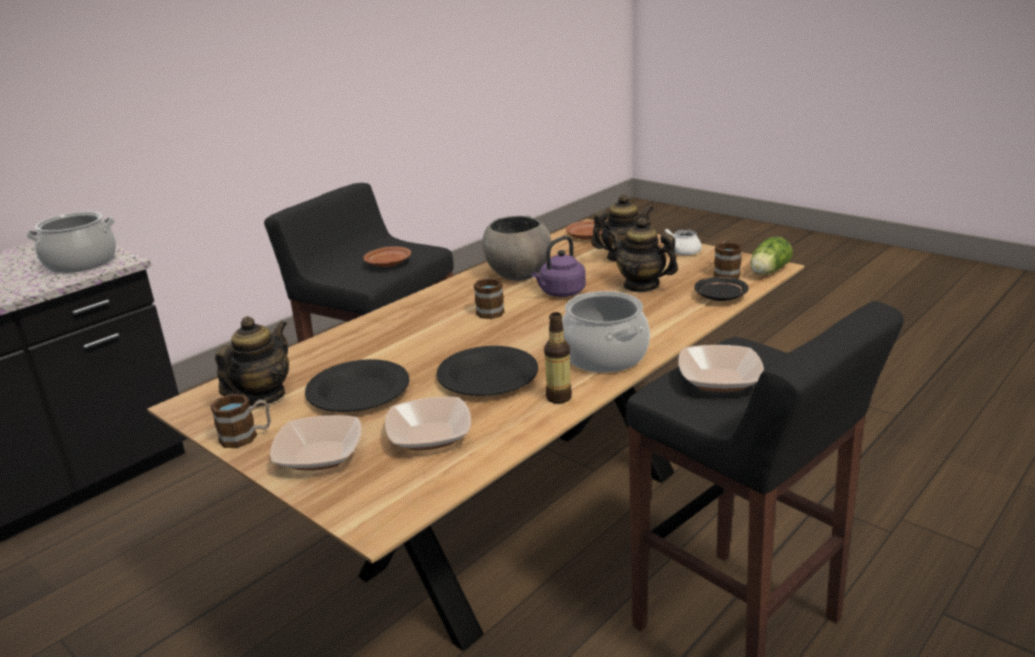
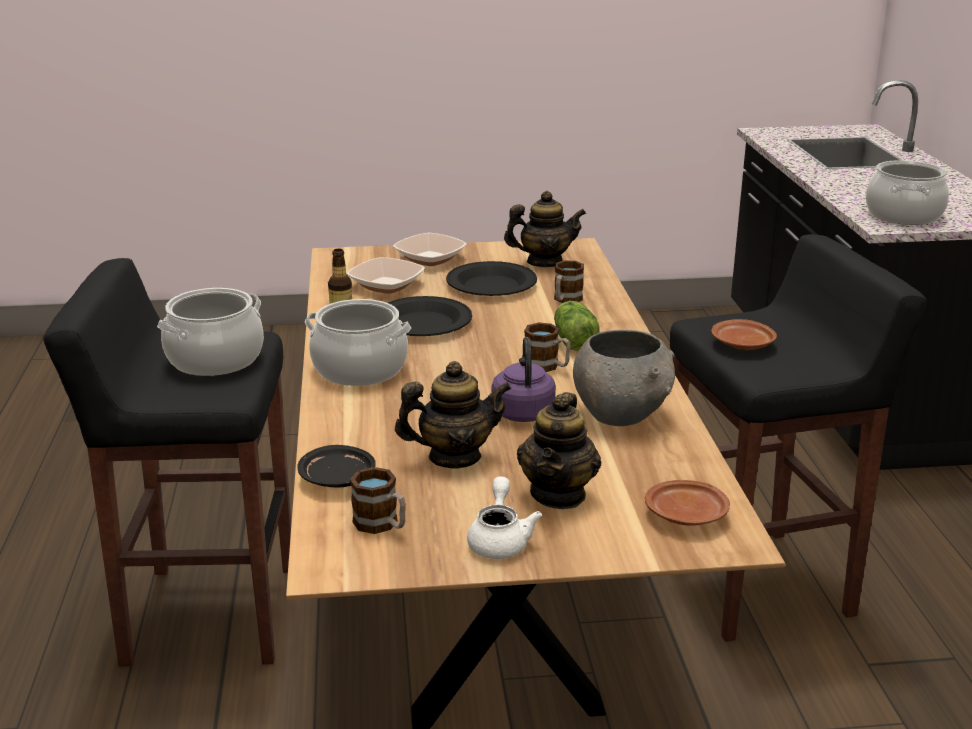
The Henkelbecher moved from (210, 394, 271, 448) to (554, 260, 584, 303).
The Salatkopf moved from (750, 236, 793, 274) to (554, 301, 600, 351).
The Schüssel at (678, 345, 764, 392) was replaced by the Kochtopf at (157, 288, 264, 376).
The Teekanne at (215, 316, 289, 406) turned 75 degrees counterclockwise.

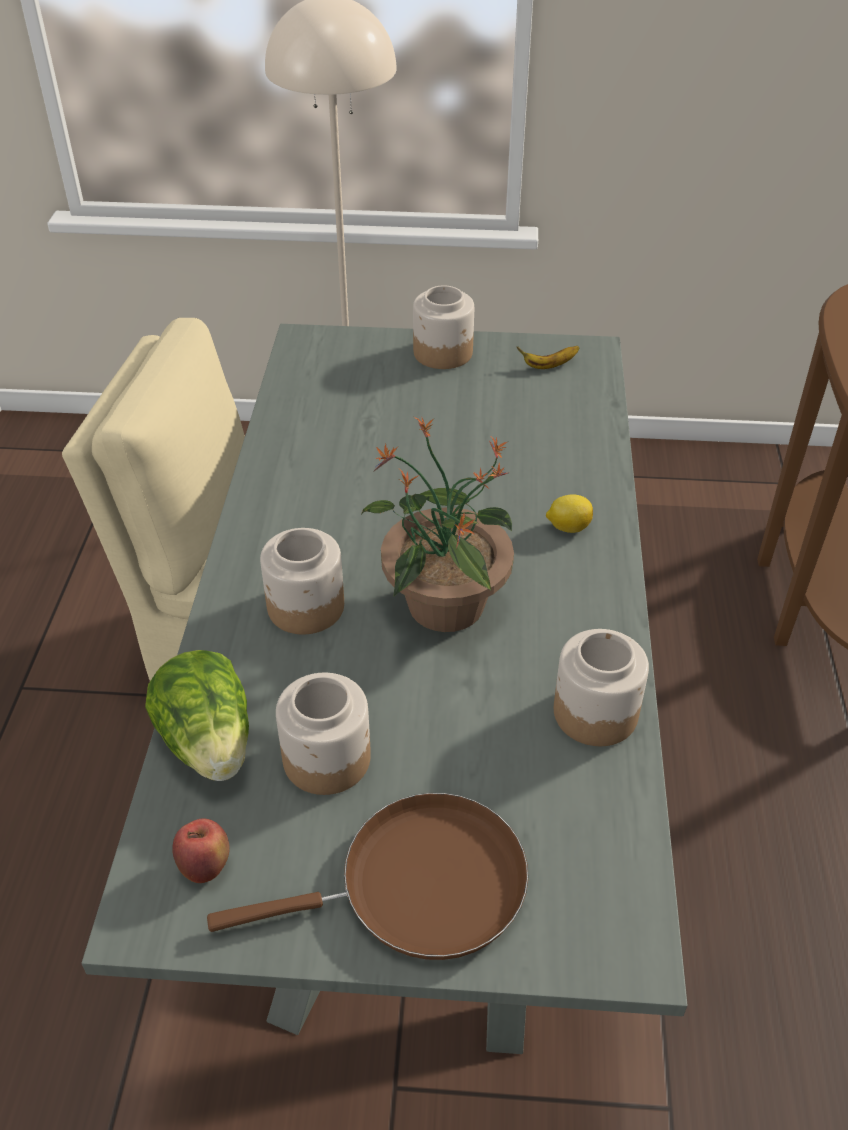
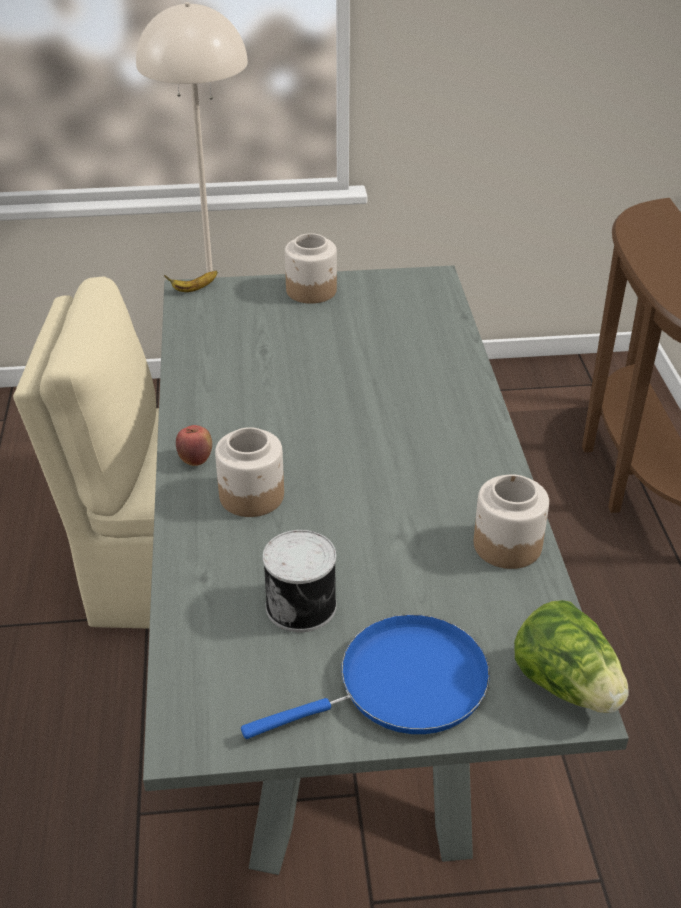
The Topfpflanze at (361, 416, 514, 632) disappeared.
The Zitrone at (546, 494, 593, 533) disappeared.
The Salatkopf moved from (145, 650, 249, 781) to (514, 600, 629, 713).
The Apfel moved from (172, 819, 230, 883) to (176, 425, 212, 466).
The Banane moved from (517, 346, 579, 369) to (164, 271, 218, 292).
The Vorratsglas at (276, 673, 371, 795) was replaced by the Dose at (263, 530, 337, 632).
The Pfanne (braun) at (207, 793, 528, 960) became the Pfanne (blau) at (241, 614, 490, 739).

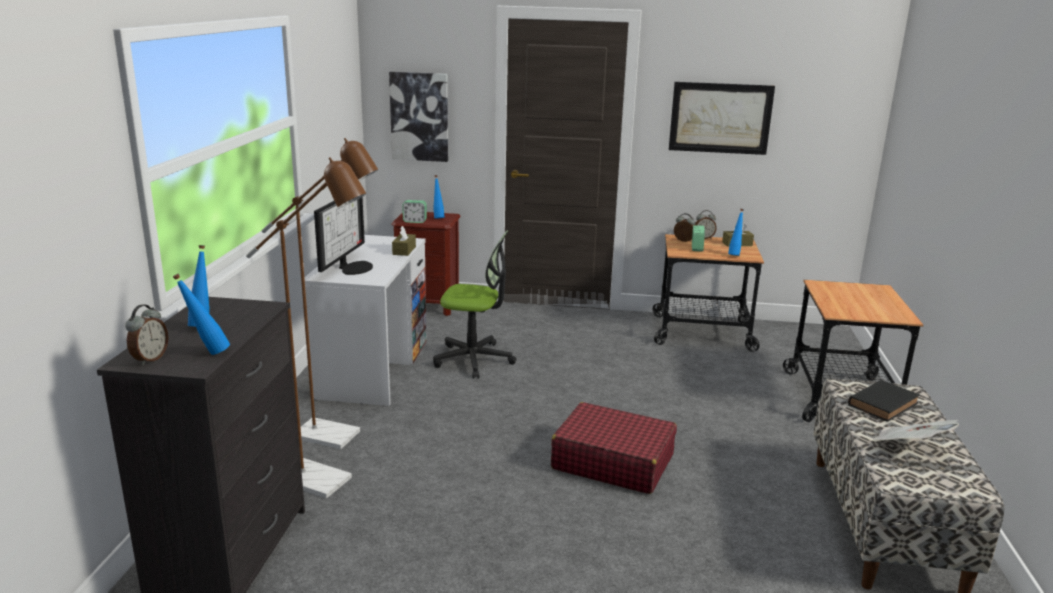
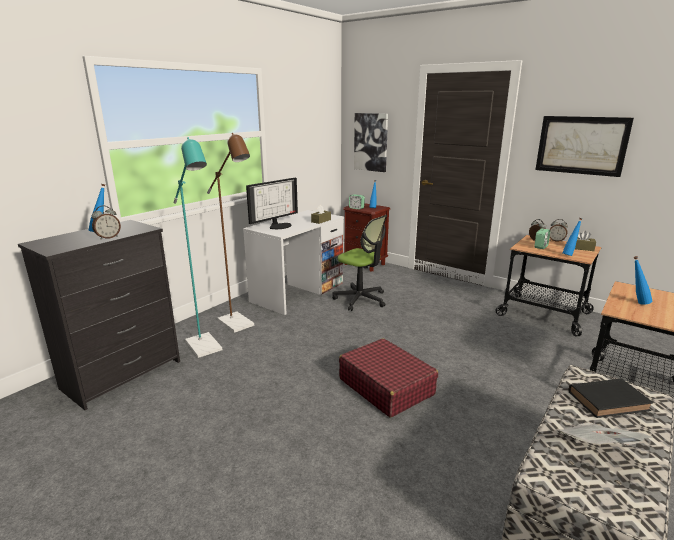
The Wecker moved from (125, 305, 168, 365) to (92, 205, 121, 240).
The Flasche (blau) moved from (173, 274, 230, 355) to (634, 256, 652, 305).
The Stehlampe (braun) at (246, 157, 366, 499) became the Stehlampe (türkis) at (174, 137, 222, 358).

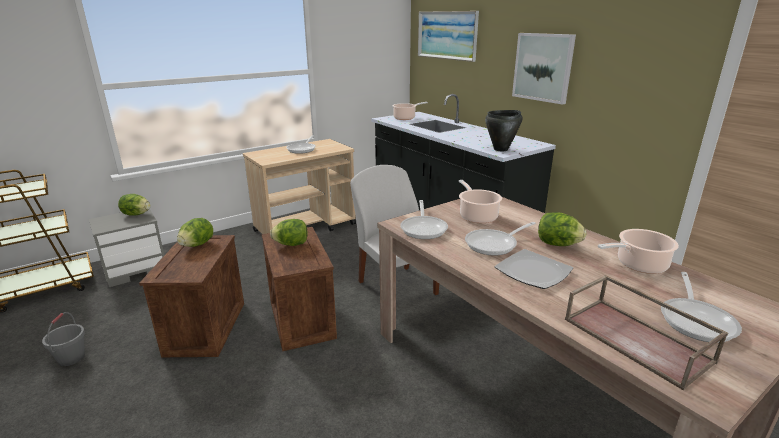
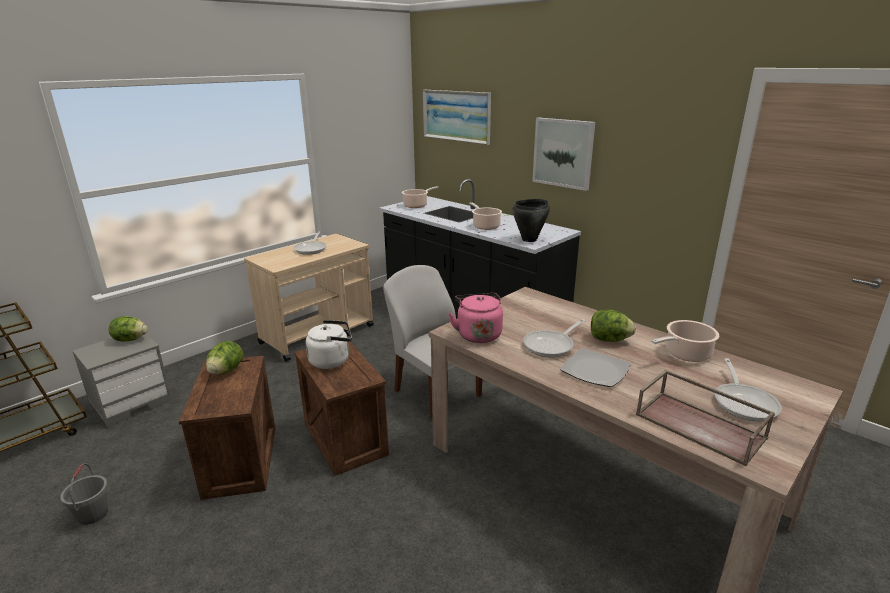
The Kochtopf moved from (459, 180, 502, 223) to (469, 202, 502, 230).
The Salatkopf at (270, 219, 307, 246) was replaced by the Wasserkessel (weiß) at (306, 320, 352, 369).
The Pfanne at (400, 200, 448, 239) was replaced by the Wasserkessel (rosa) at (448, 293, 503, 343).

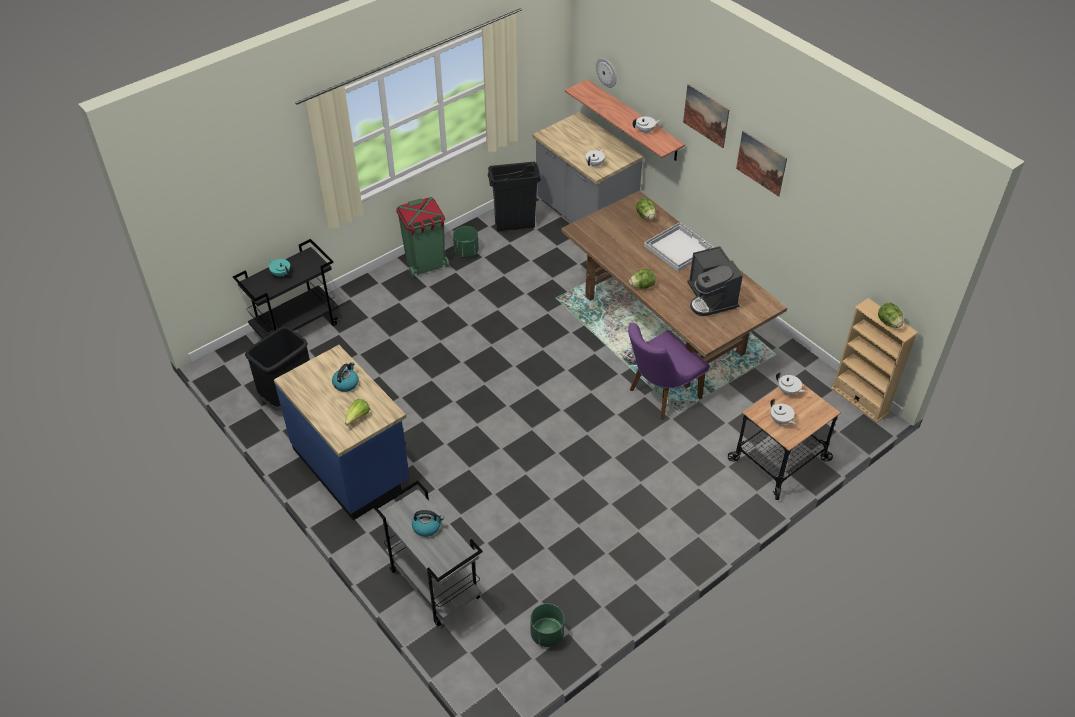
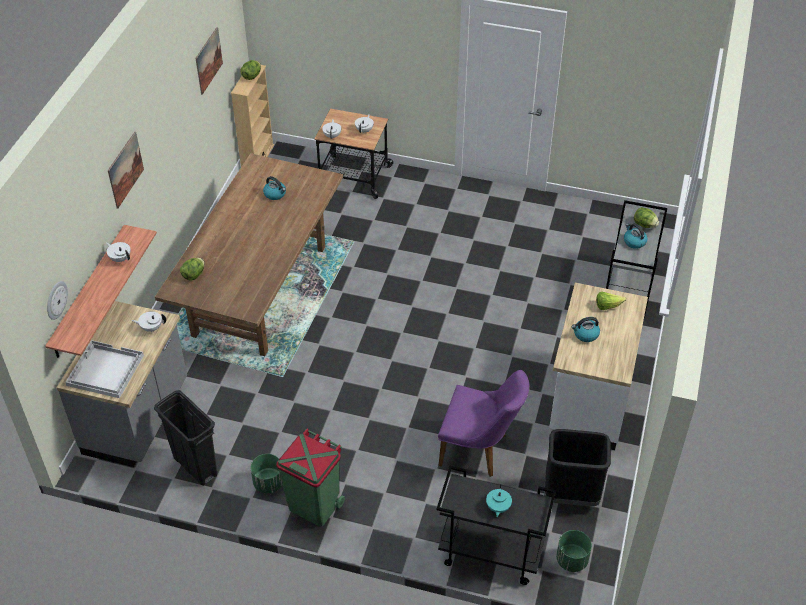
The Pflanzkübel (grün) moved from (530, 603, 564, 647) to (556, 530, 592, 572).
The Stuhl (lila) moved from (628, 323, 710, 420) to (438, 370, 529, 477).
The Salatkopf moved from (629, 269, 656, 289) to (634, 207, 659, 228).
The Tablett (weiß) moved from (644, 222, 714, 272) to (65, 340, 144, 398).
The Bild moved from (736, 131, 787, 197) to (195, 27, 223, 95).
The Kaffeemaschine at (687, 246, 743, 316) was replaced by the Wasserkessel at (263, 176, 286, 200).
The Küchenzeile (blau) at (274, 345, 410, 521) became the Küchenzeile (weiß) at (549, 283, 648, 450).

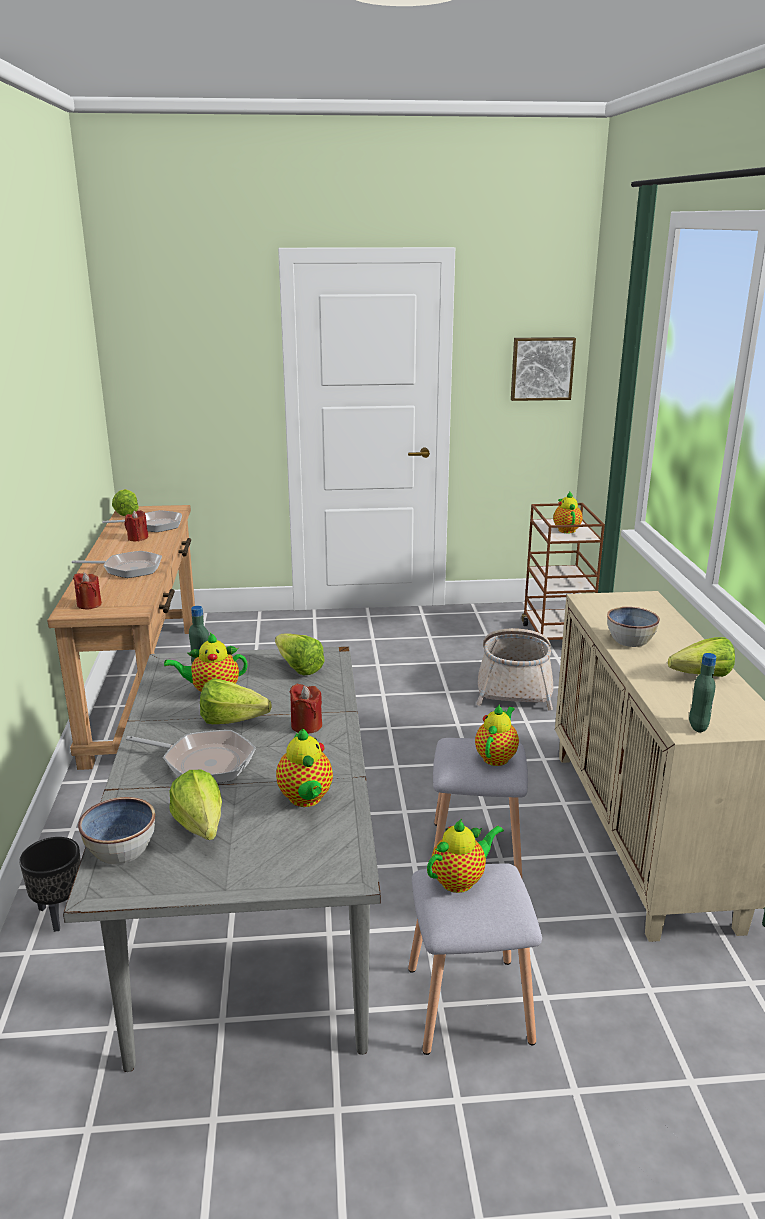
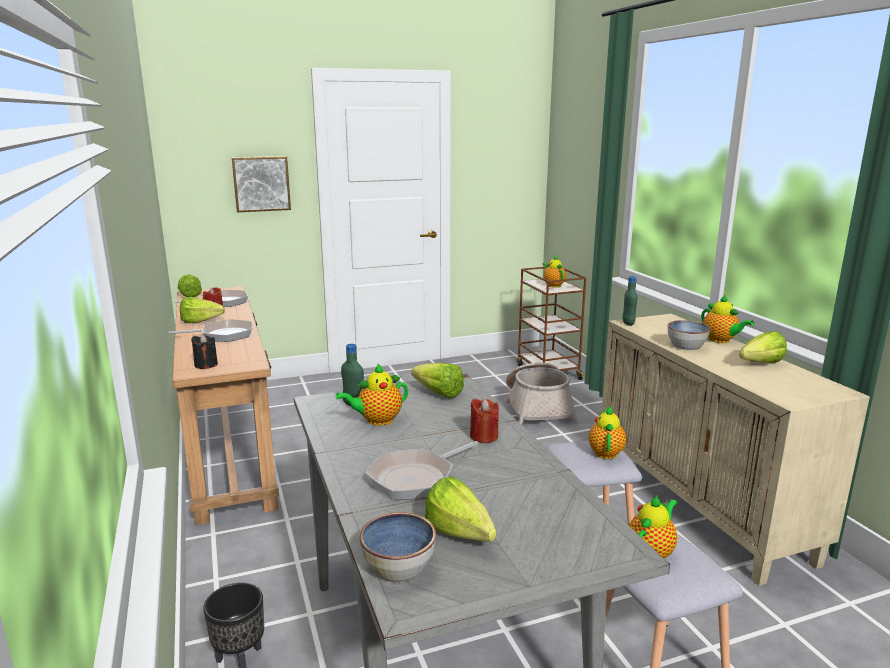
The Salatkopf moved from (200, 679, 271, 724) to (180, 297, 225, 323).
The Teekanne moved from (276, 729, 333, 807) to (701, 295, 754, 343).
The Bild moved from (511, 337, 576, 401) to (232, 156, 291, 212).
The Flasche (grün) moved from (689, 653, 717, 733) to (622, 276, 637, 326).
The Kerze (rot) at (73, 573, 102, 609) became the Kerze (schwarz) at (191, 334, 218, 369).
The Pfanne at (126, 730, 256, 783) turned 135 degrees clockwise.

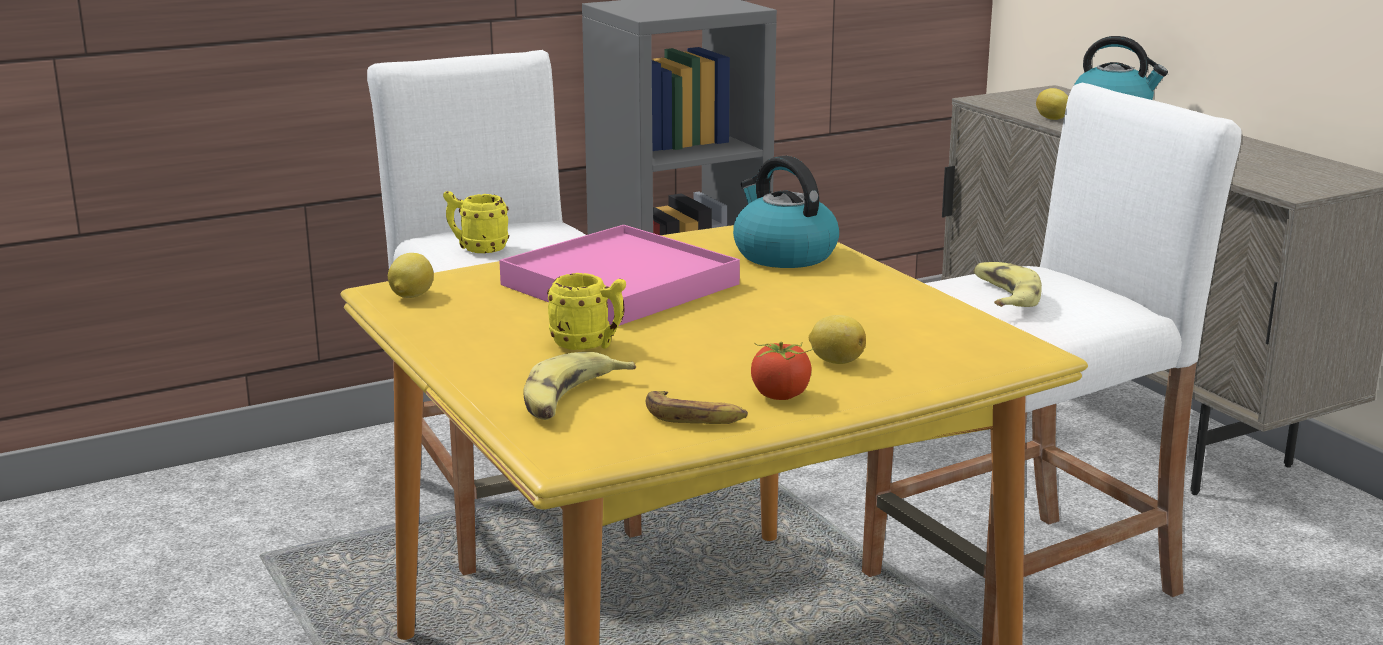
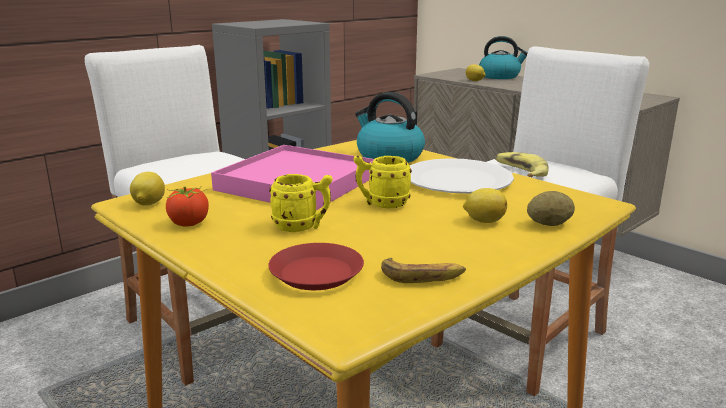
The Teller (weiß) at (410, 158, 514, 194) appeared.
The Kartoffel at (527, 191, 575, 226) appeared.
The Henkelbecher (gelb) moved from (443, 191, 509, 253) to (353, 156, 412, 209).
The Tomate moved from (751, 342, 813, 400) to (166, 186, 209, 226).
The Banane at (523, 352, 636, 420) was replaced by the Teller (rot) at (268, 243, 364, 290).

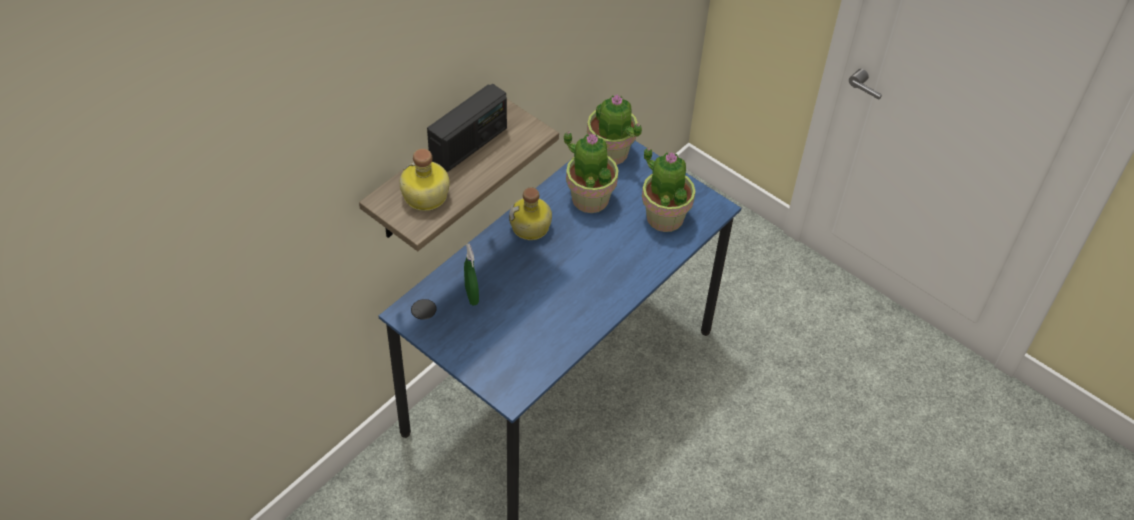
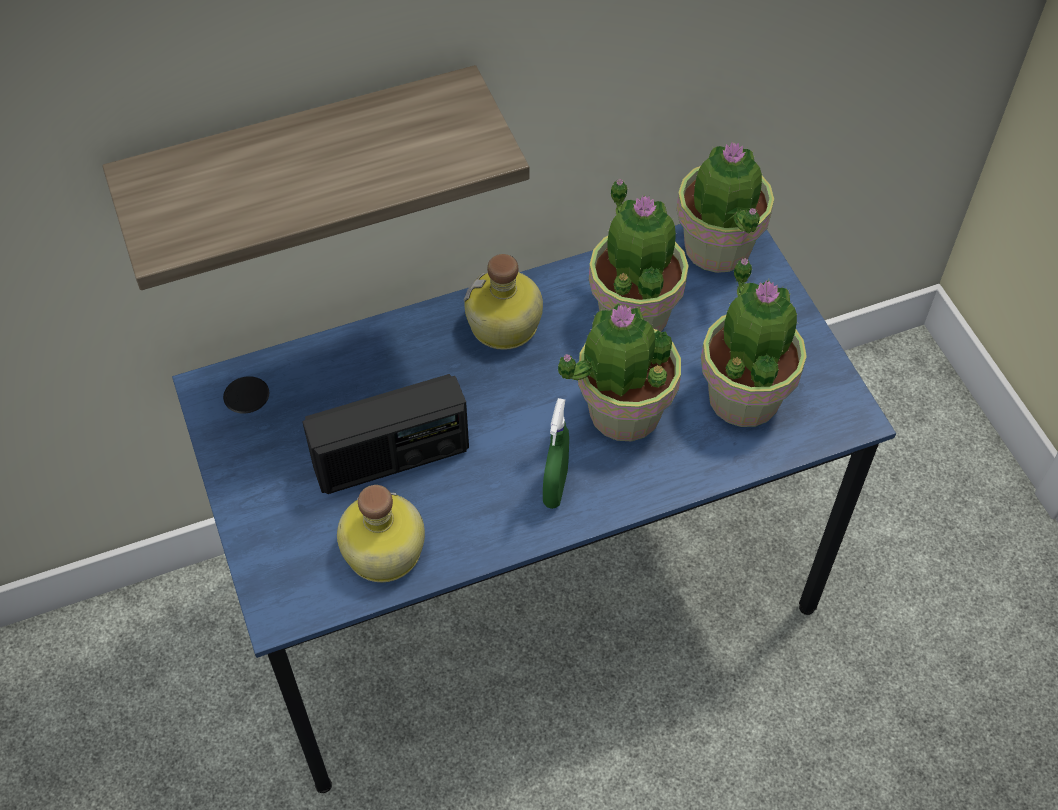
The Topfpflanze at (557, 302, 681, 441) appeared.
The Flasche moved from (399, 149, 450, 211) to (337, 485, 425, 583).
The Radio moved from (427, 84, 507, 172) to (302, 374, 469, 494).
The Sprühflasche (grün) moved from (464, 244, 479, 305) to (543, 398, 569, 509).

